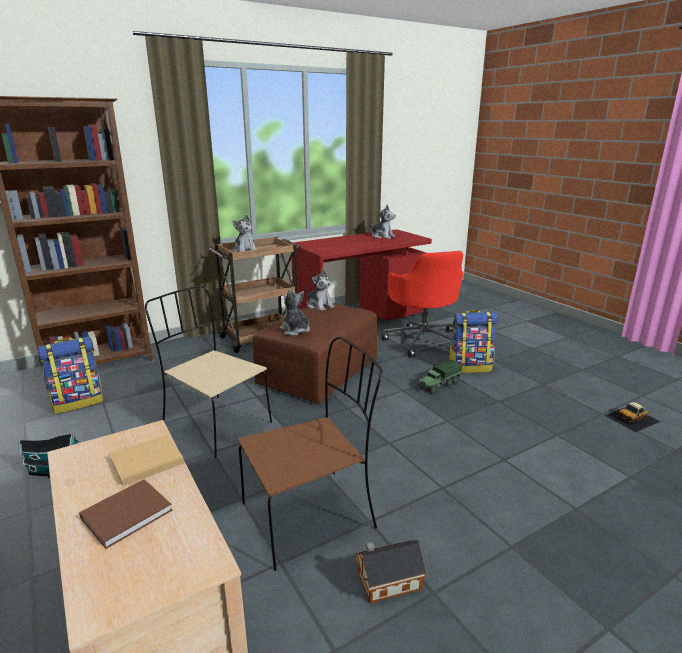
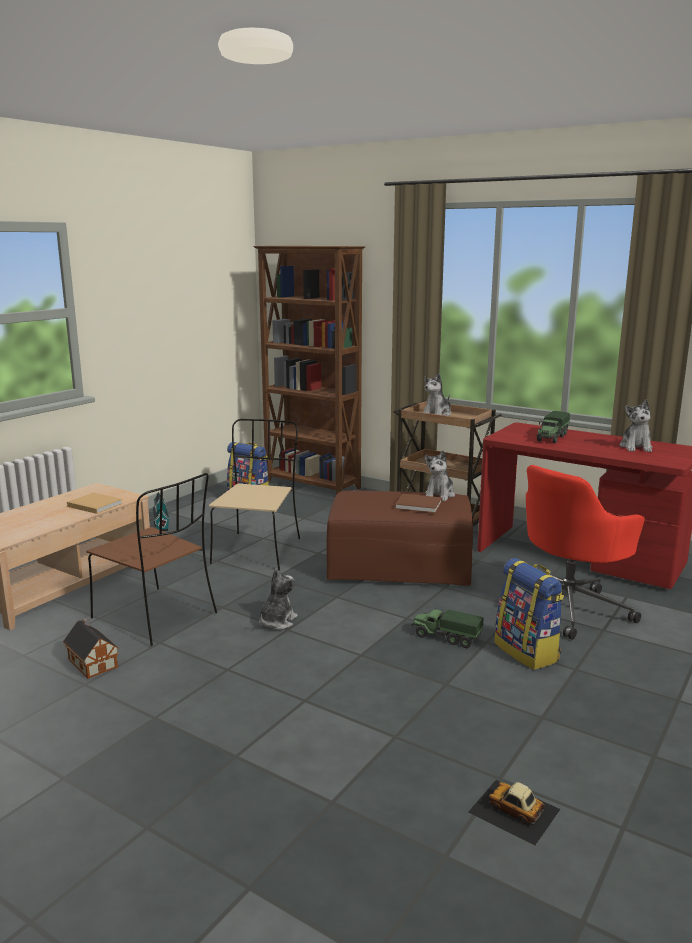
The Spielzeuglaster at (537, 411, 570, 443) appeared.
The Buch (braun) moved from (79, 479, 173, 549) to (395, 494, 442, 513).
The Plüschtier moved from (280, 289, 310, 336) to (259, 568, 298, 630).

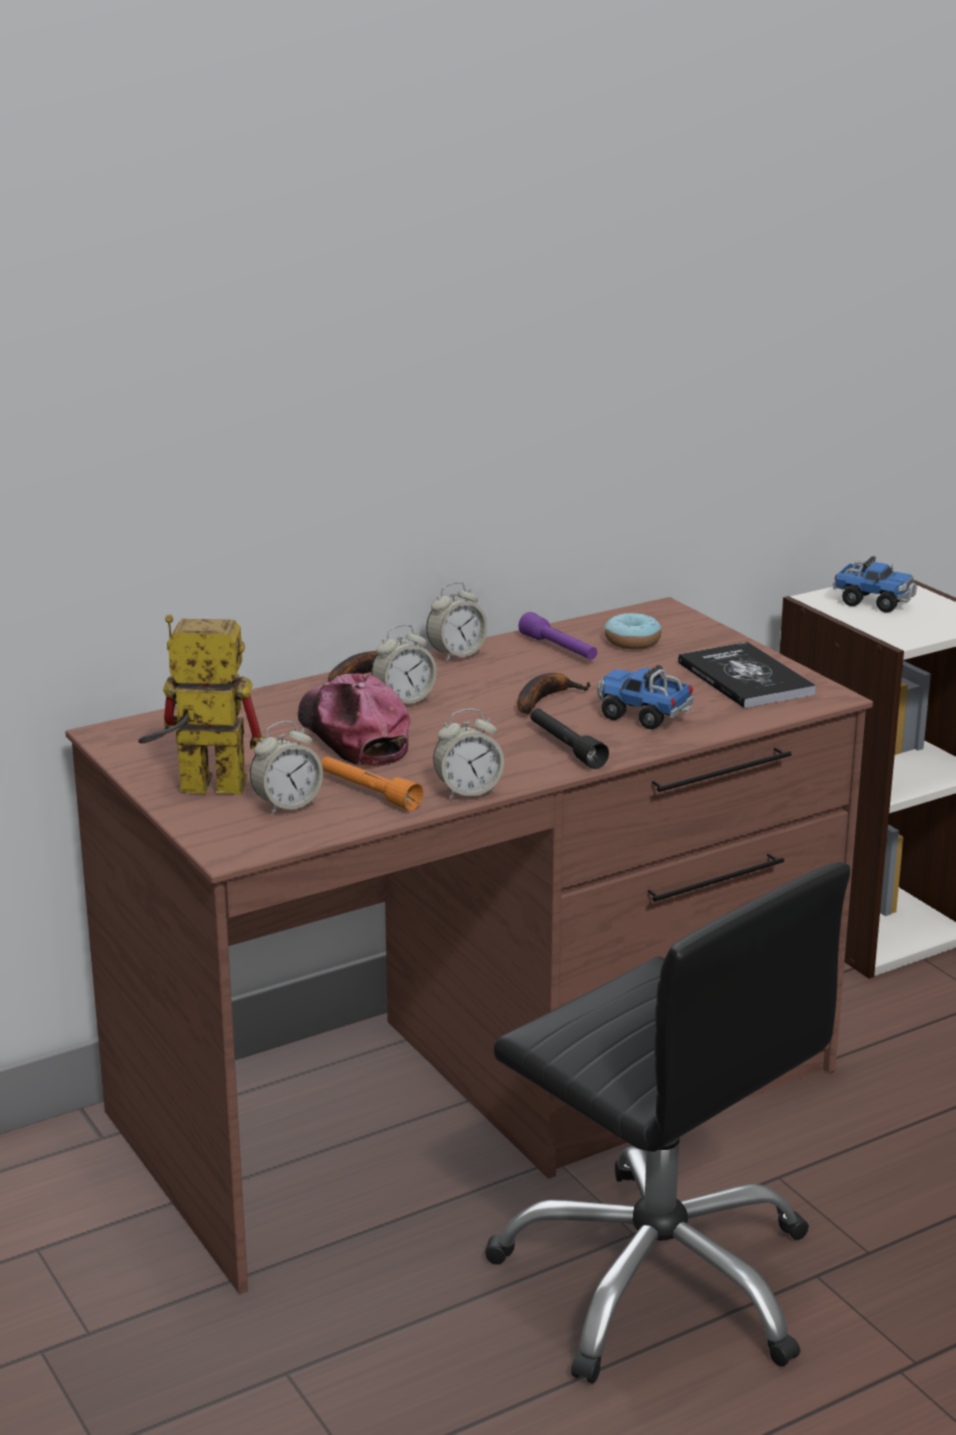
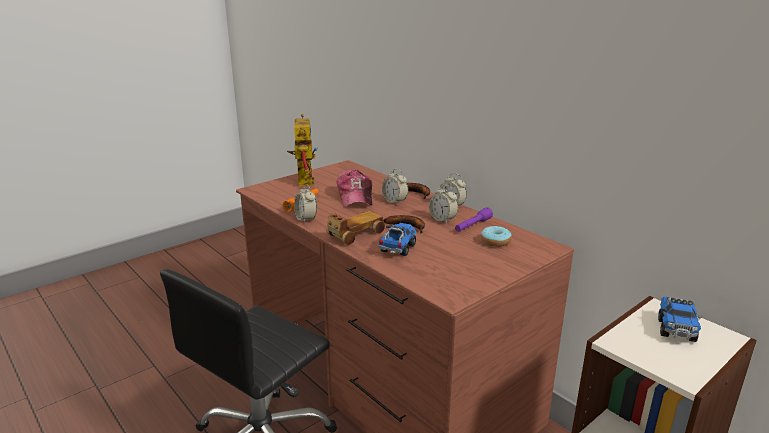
The Buch at (678, 642, 816, 709) disappeared.
The Wecker moved from (250, 721, 323, 814) to (429, 185, 458, 224).
The Taschenlampe (schwarz) at (530, 708, 609, 769) was replaced by the Spielzeugauto at (327, 211, 385, 245).
The Kappe at (298, 674, 410, 768) turned 120 degrees clockwise.

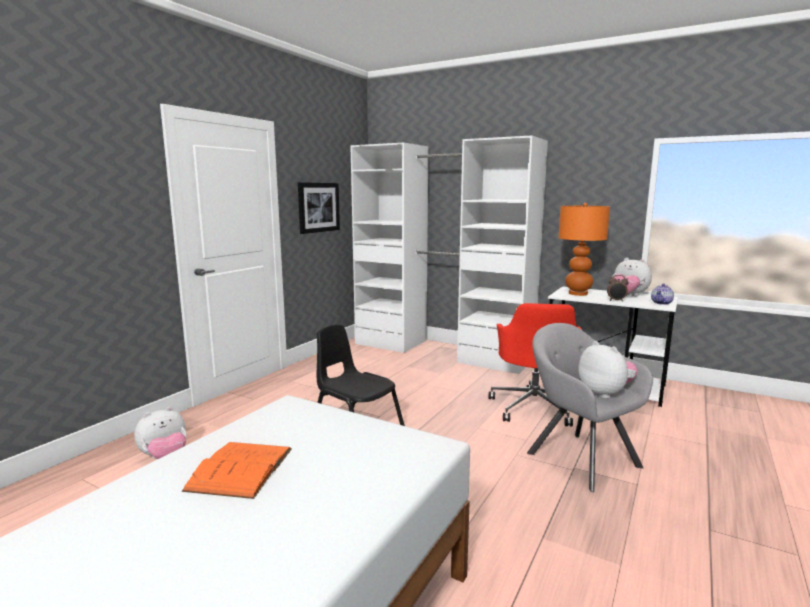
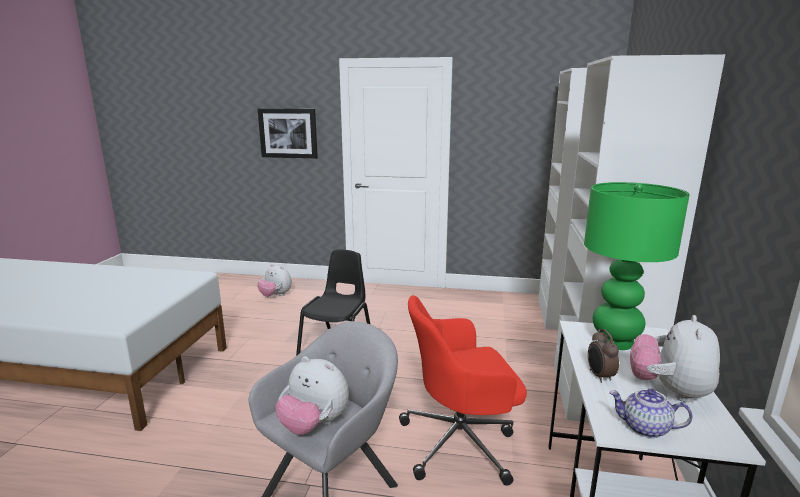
The Buch (orange) at (182, 442, 292, 499) disappeared.
The Bild moved from (298, 182, 340, 234) to (258, 108, 318, 159).
The Tischlampe (orange) at (558, 203, 610, 296) became the Tischlampe (grün) at (584, 182, 689, 350).
The Plüschtier at (578, 341, 638, 399) turned 75 degrees clockwise.

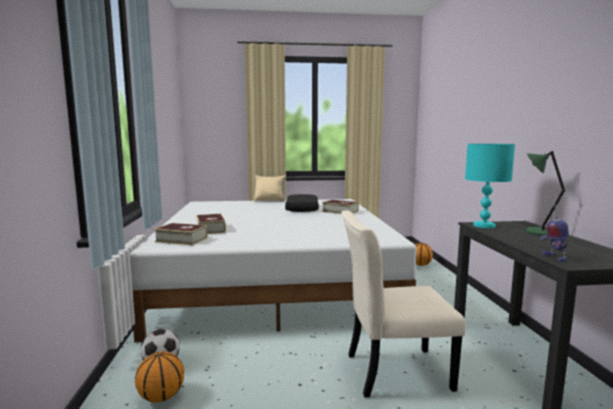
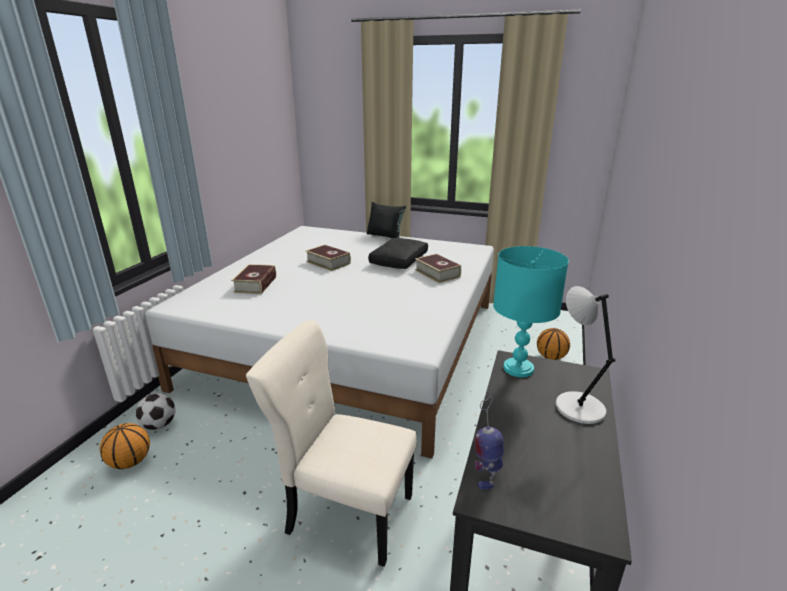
The Buch moved from (154, 223, 207, 245) to (305, 245, 351, 271).
The Kissen (beige) at (254, 175, 286, 202) became the Kissen (schwarz) at (367, 202, 406, 238).
The Tischlampe (grün) at (526, 151, 565, 236) became the Tischlampe (grau) at (556, 286, 615, 424).

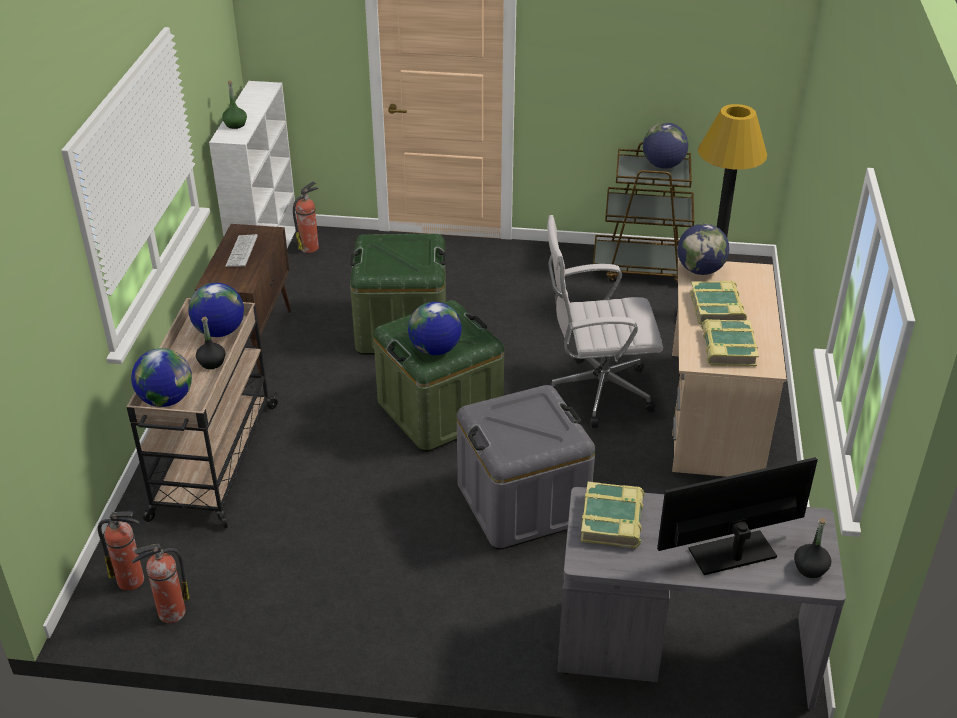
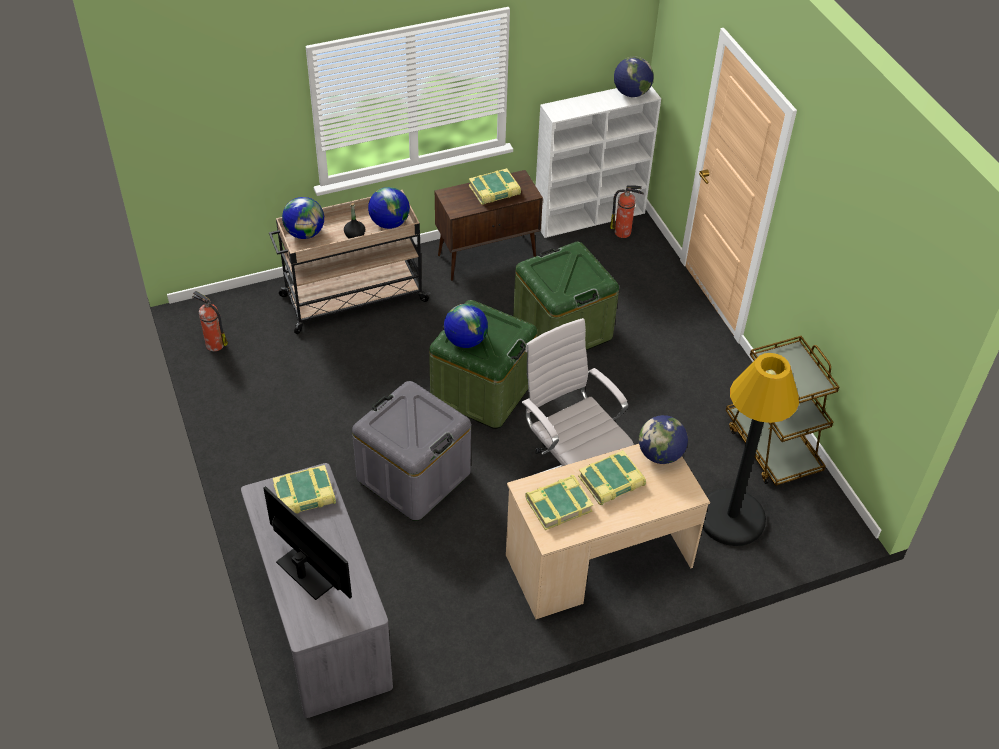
The Feuerlöscher at (98, 511, 144, 590) disappeared.
The Flasche (grün) at (222, 80, 247, 129) disappeared.
The Flasche (schwarz) at (794, 518, 831, 578) disappeared.
The Globus moved from (643, 123, 689, 169) to (614, 57, 654, 97).
The Tastatur at (225, 234, 258, 267) was replaced by the Buch at (469, 168, 521, 205).

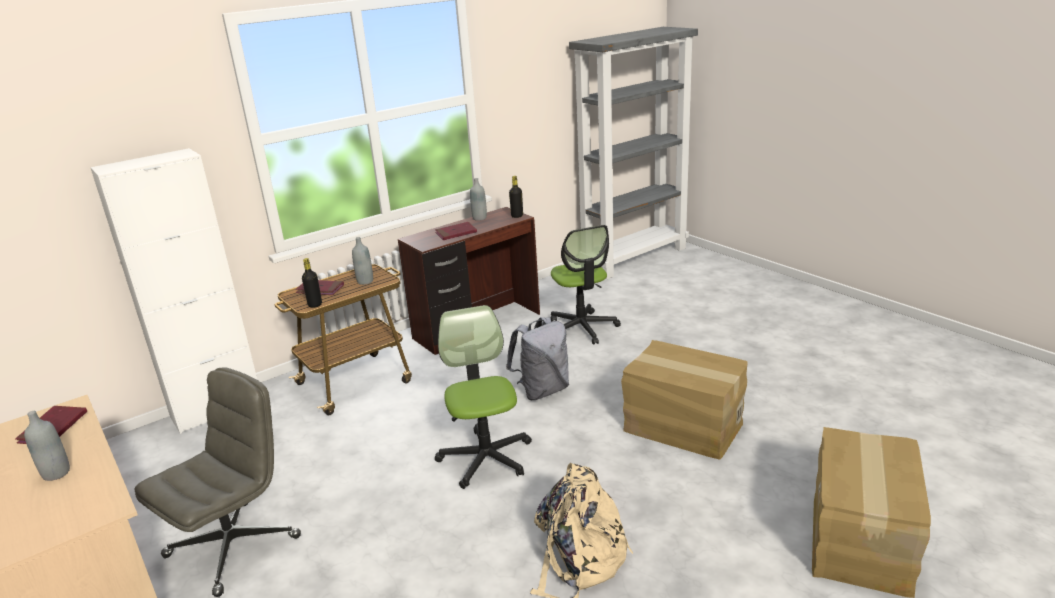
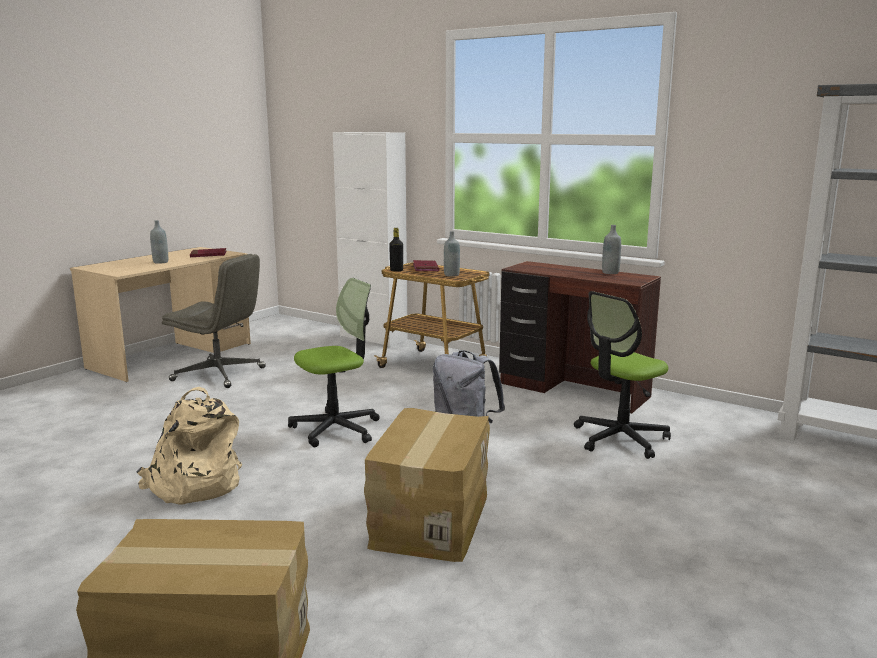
The Buch (rot) at (435, 222, 477, 240) disappeared.
The Flasche (schwarz) at (509, 176, 523, 218) disappeared.

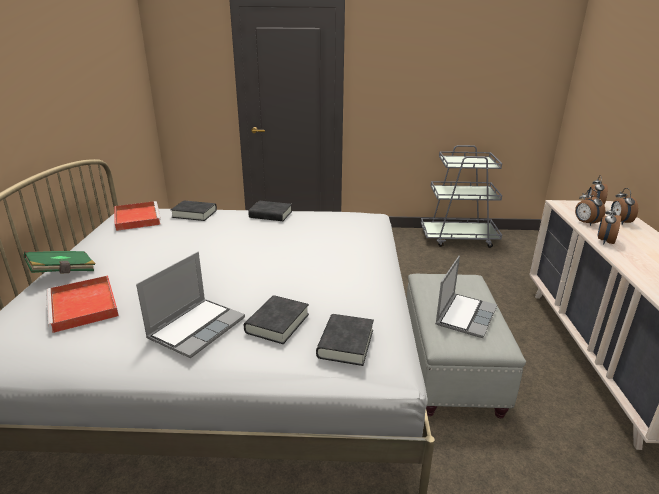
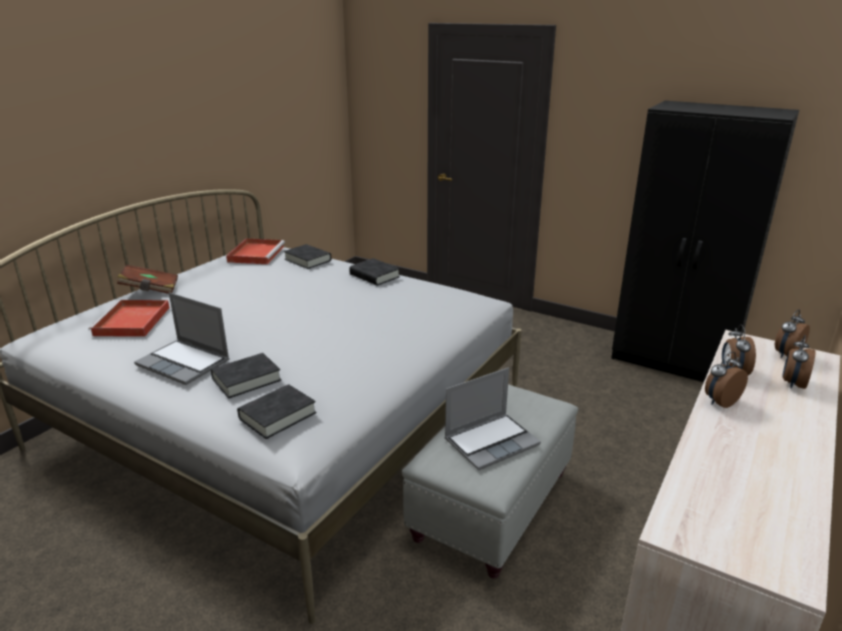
The Rollwagen (grau) at (421, 145, 502, 248) was replaced by the Kleiderschrank (schwarz) at (611, 101, 799, 382).
The Buch (grün) at (24, 251, 96, 273) became the Buch (braun) at (117, 265, 178, 294).
The Laptop at (136, 252, 245, 358) turned 60 degrees clockwise.

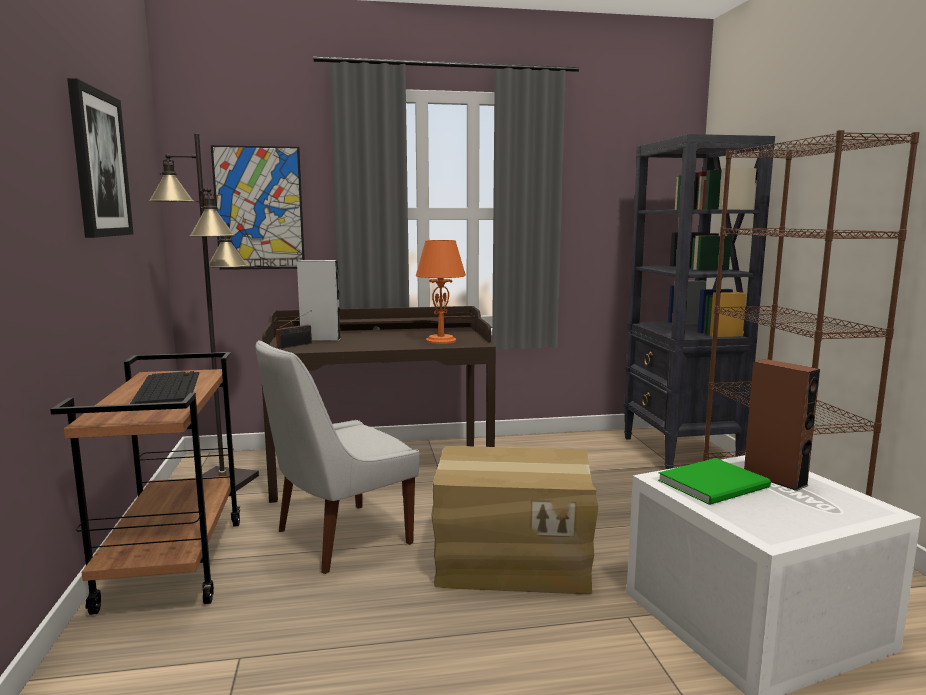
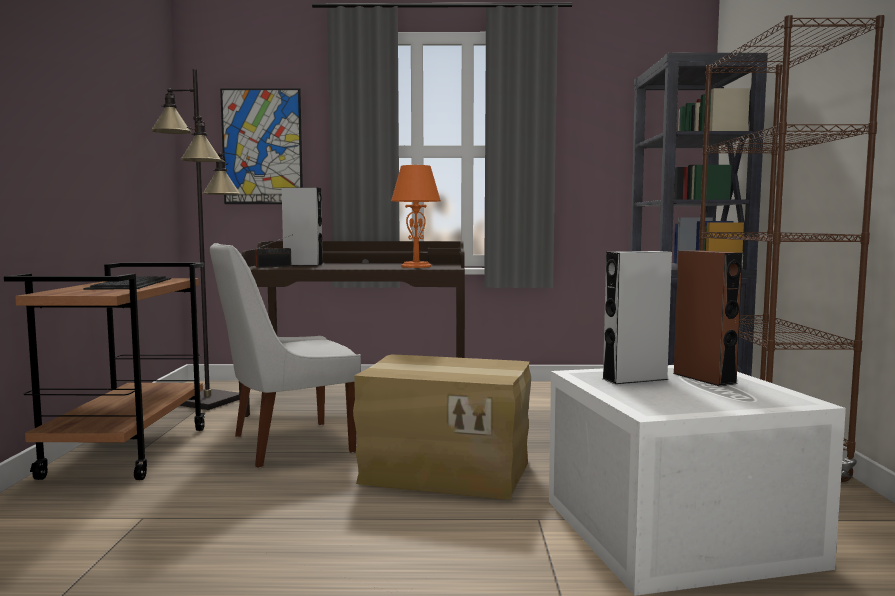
The Bild at (67, 78, 133, 238) disappeared.
The Buch (grün) at (658, 458, 771, 505) was replaced by the Lautsprecher (grau) at (602, 251, 672, 384).

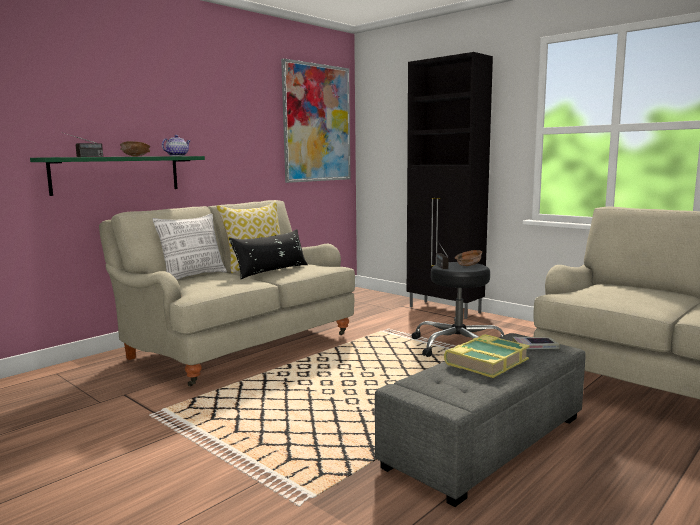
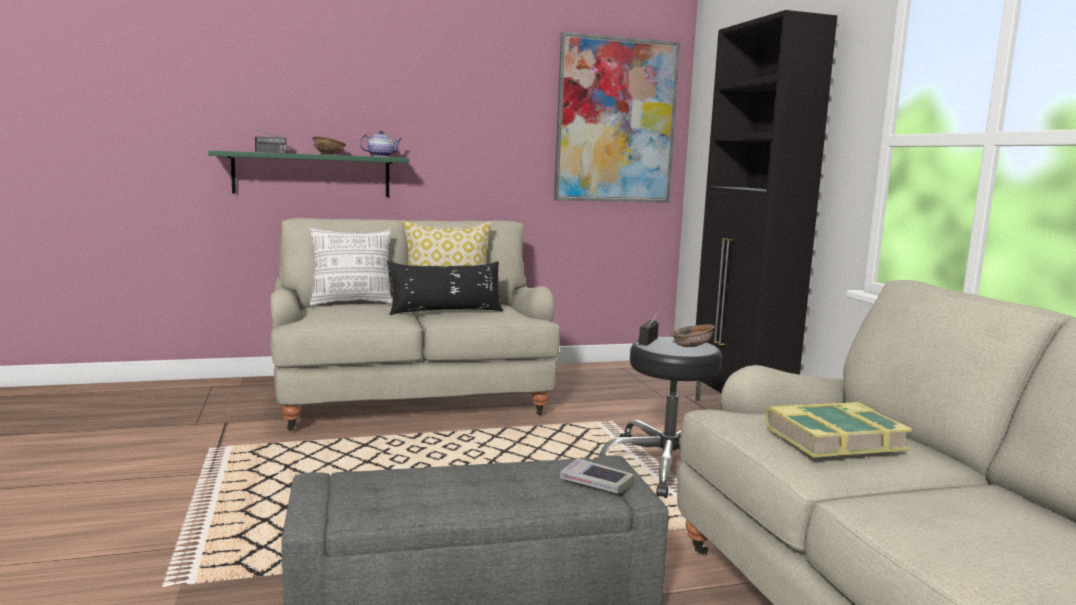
The Buch moved from (444, 334, 530, 378) to (765, 402, 912, 458).

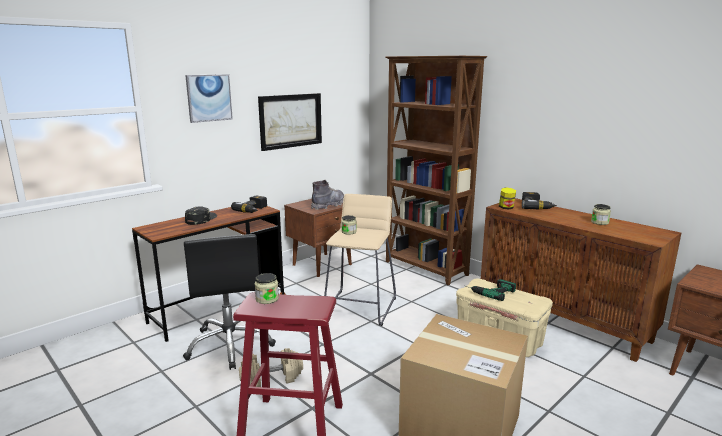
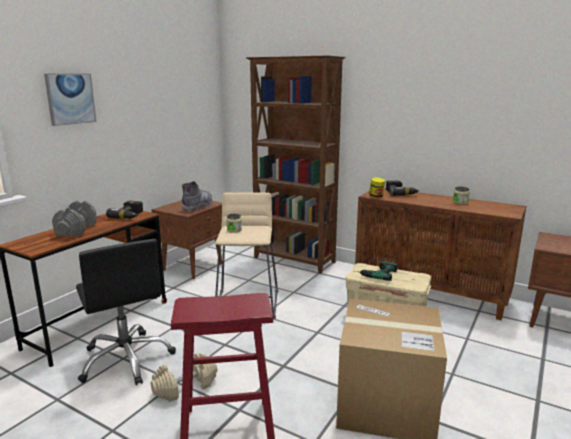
The Vorratsglas at (255, 273, 279, 304) disappeared.
The Bild at (258, 93, 322, 151) disappeared.
The Kappe (schwarz) at (185, 206, 217, 225) was replaced by the Hantel (grau) at (52, 201, 97, 236).

